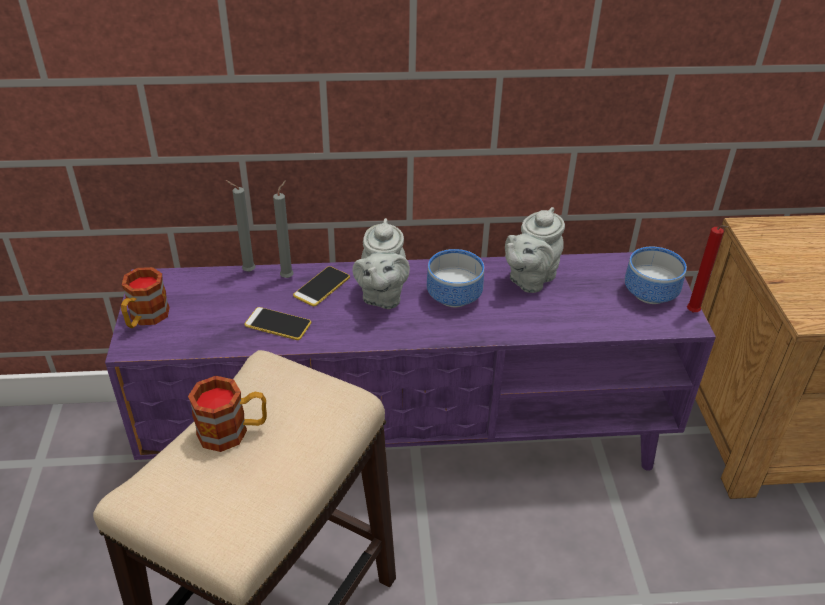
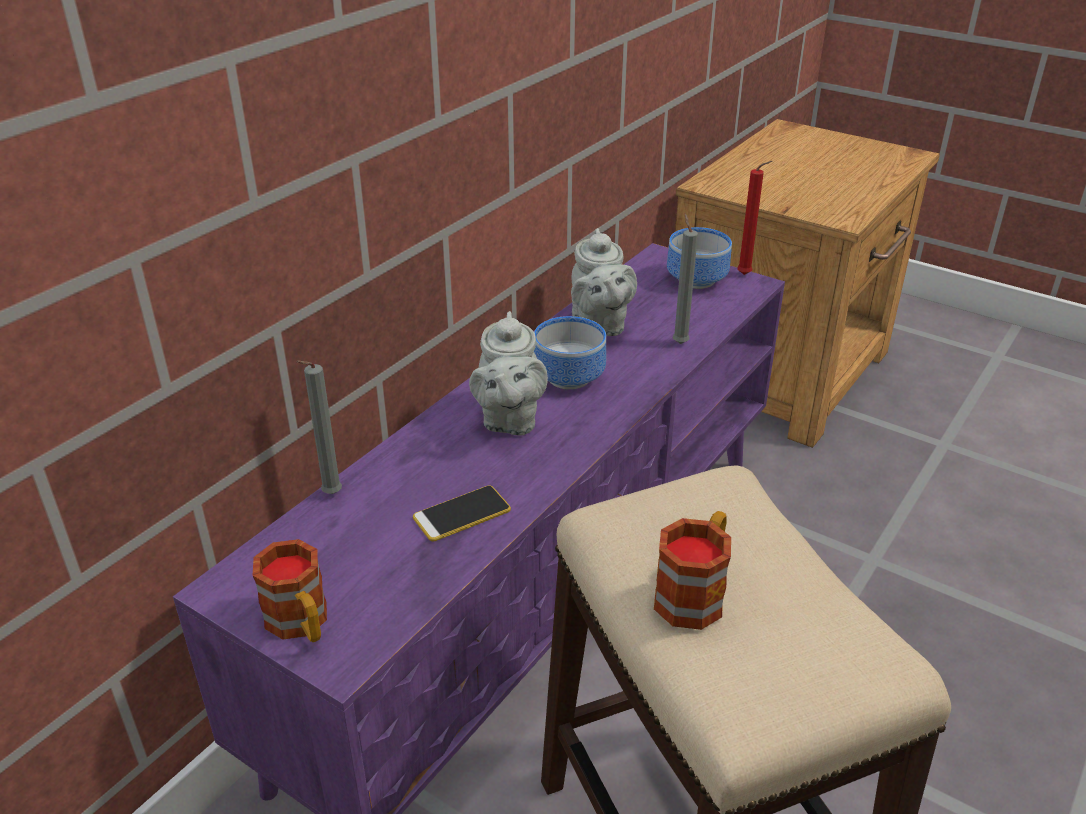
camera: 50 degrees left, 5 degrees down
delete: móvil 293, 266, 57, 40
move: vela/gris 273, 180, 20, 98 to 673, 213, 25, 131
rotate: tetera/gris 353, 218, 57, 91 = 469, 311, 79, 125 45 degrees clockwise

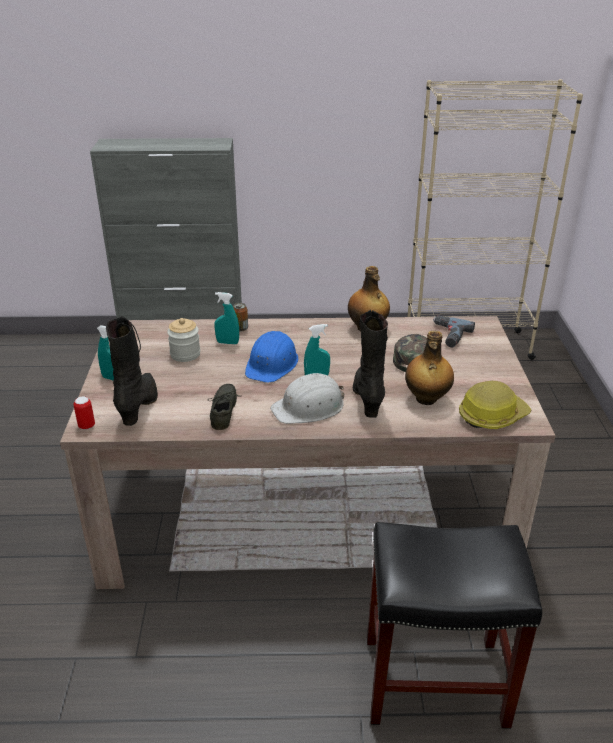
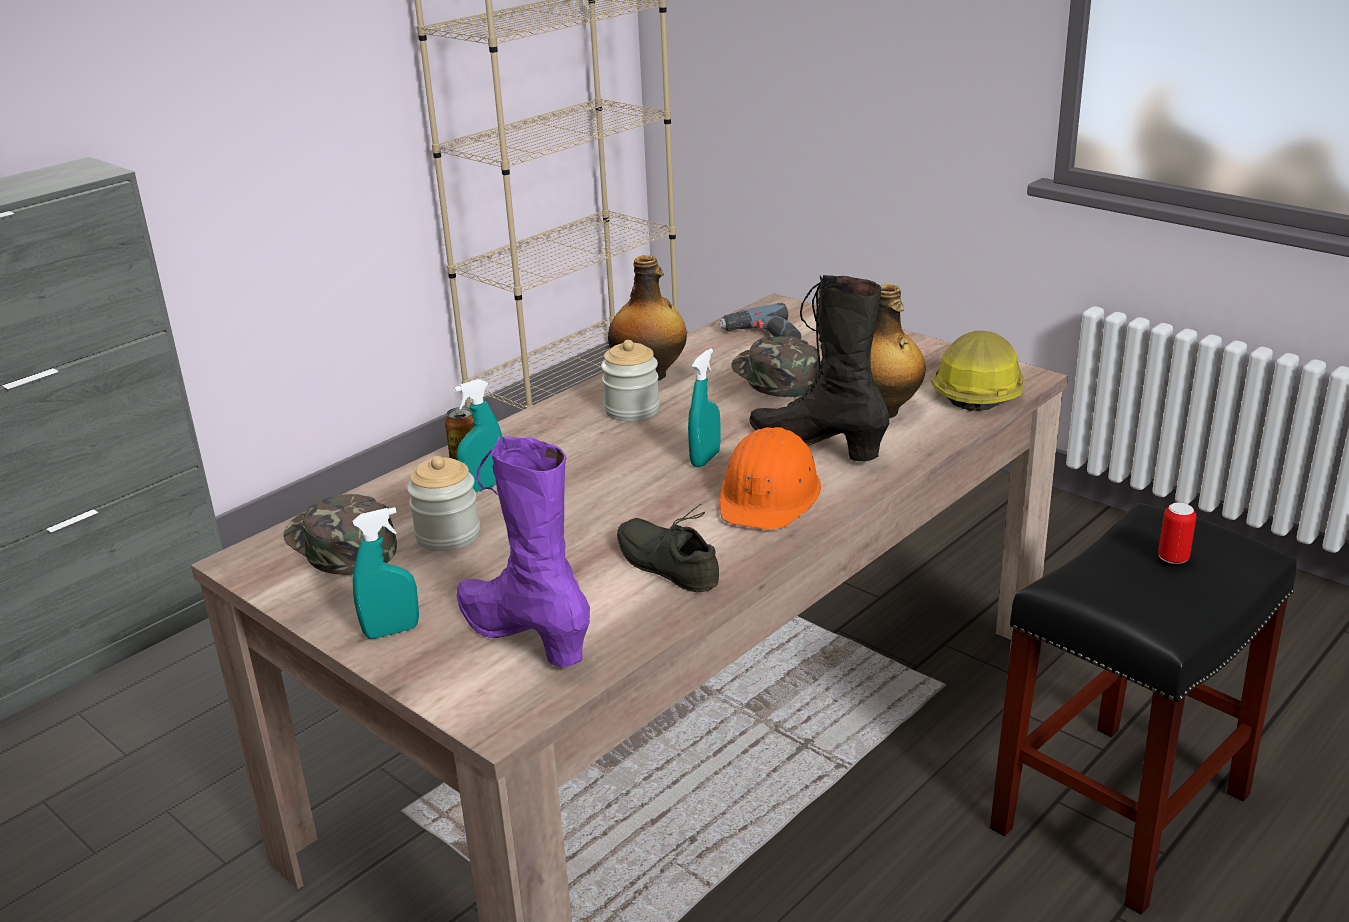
camera: 45 degrees left, 5 degrees down
delete: casco/azul 245, 331, 53, 52
insert: gorra/verde 283, 494, 114, 81; tarro 601, 340, 59, 81
move: lata 74, 397, 21, 33 to 1158, 503, 38, 61
recolor: bota/negro 106, 316, 52, 110 to bota/morado 456, 436, 134, 231; casco/blanco 271, 373, 73, 51 to casco/naranja 720, 427, 101, 103

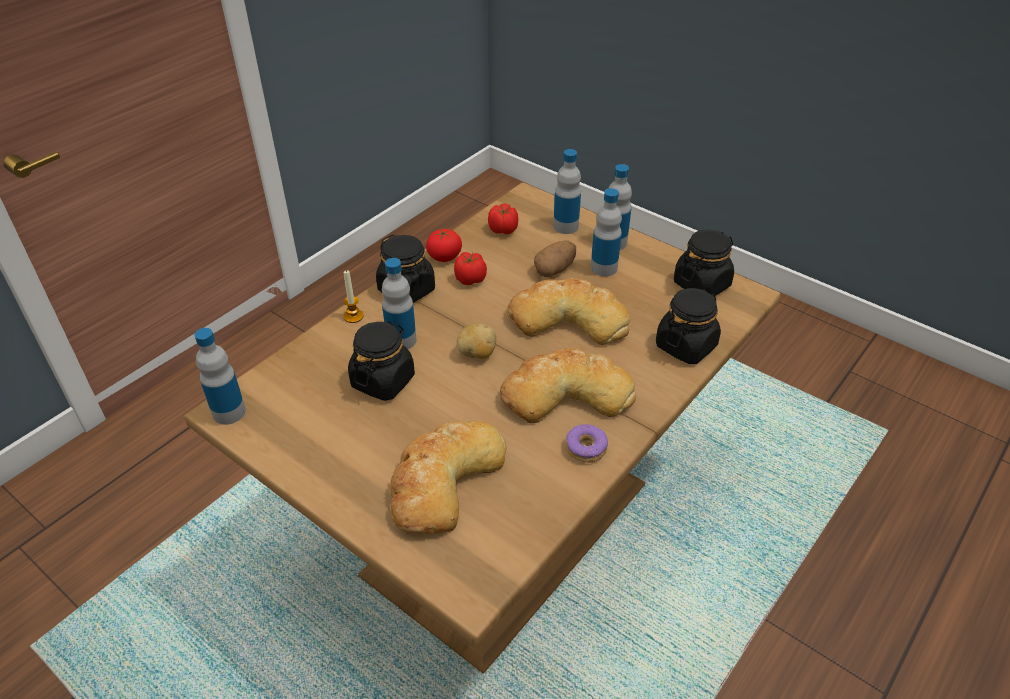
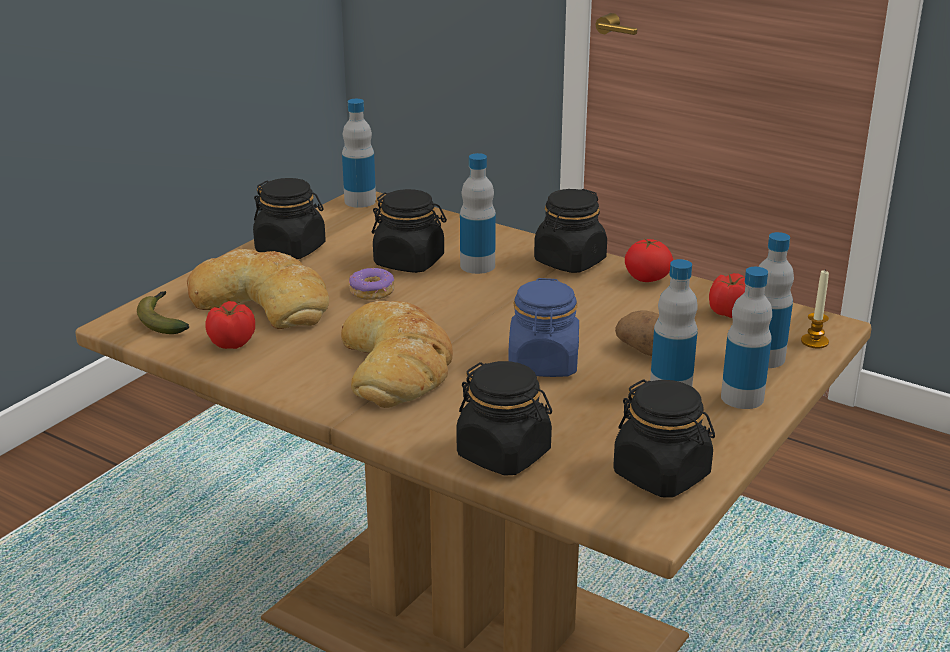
camera: 85 degrees right, 15 degrees down
delete: patata 457, 324, 39, 35
insert: plátano 137, 291, 52, 43; tarro/negro 253, 178, 73, 81
move: vela 344, 271, 20, 52 to 801, 269, 28, 79; tomate 454, 252, 33, 33 to 205, 301, 50, 48; rosquilla 566, 424, 42, 38 to 349, 268, 45, 32
replace: pan 507, 278, 124, 67 to tarro/azul 508, 278, 71, 99

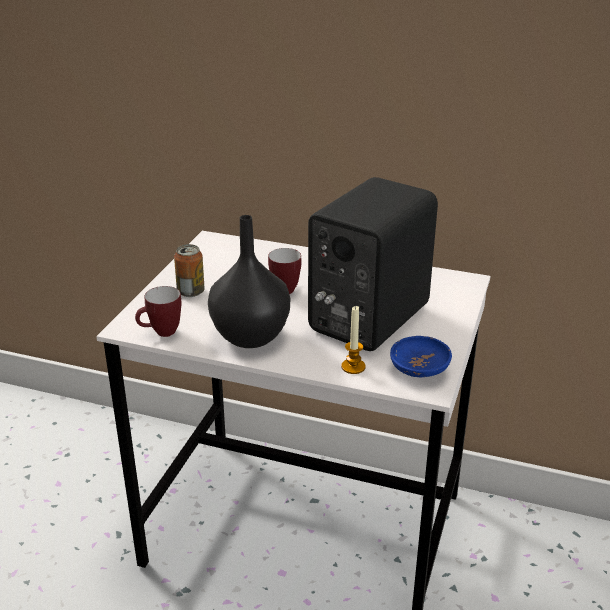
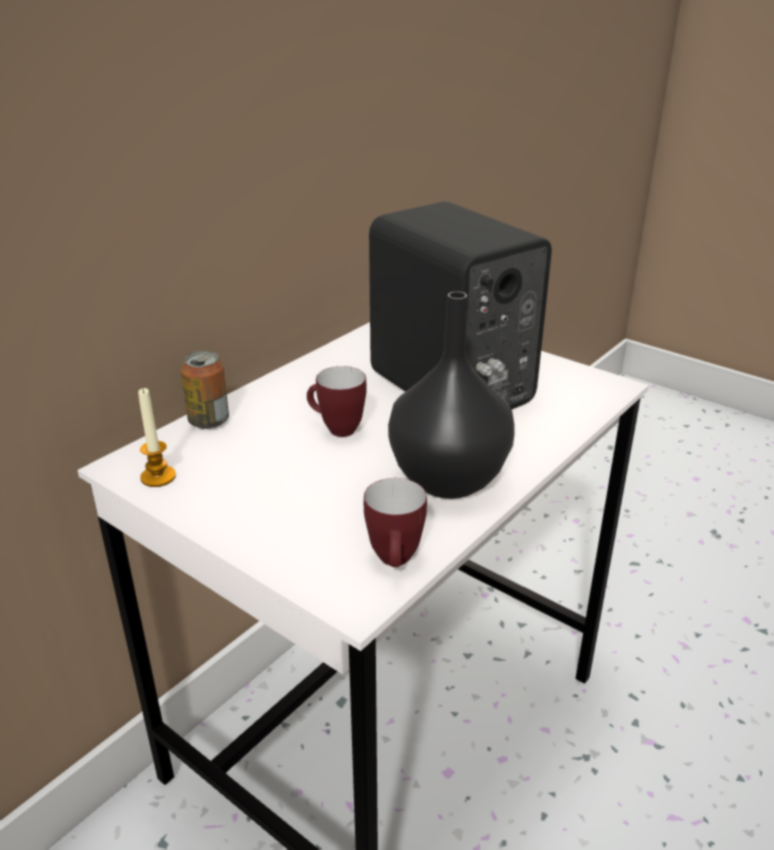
camera: 70 degrees left, 0 degrees up
delete: cuenco/azul 390, 336, 62, 41
move: lata 174, 244, 31, 53 to 181, 351, 48, 78; vela 341, 306, 25, 68 to 138, 388, 38, 99

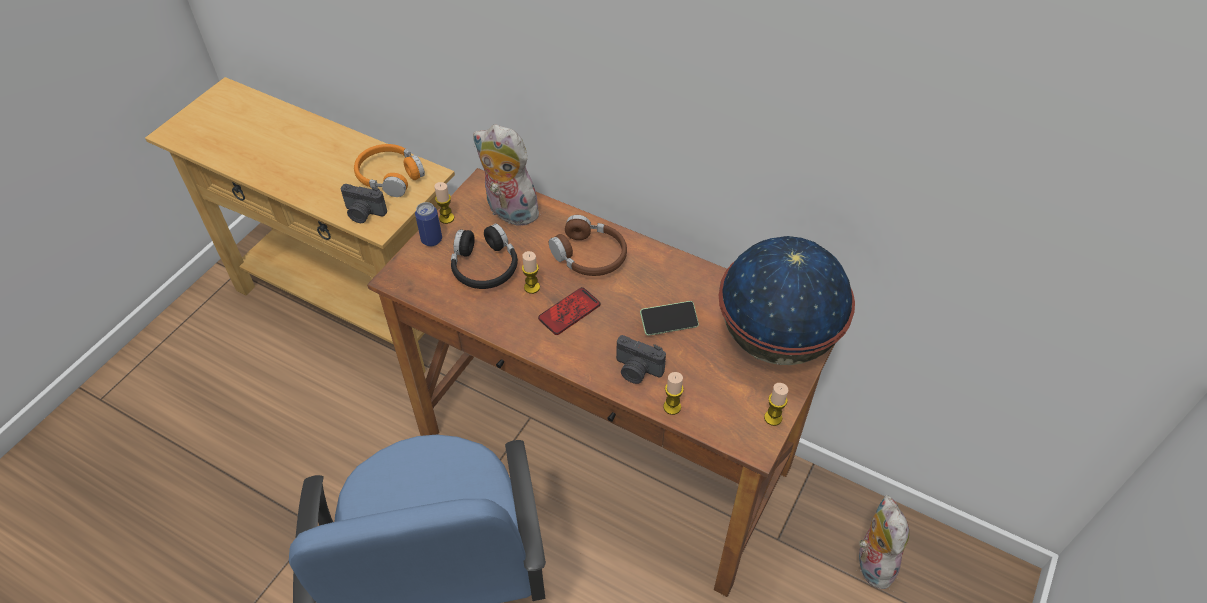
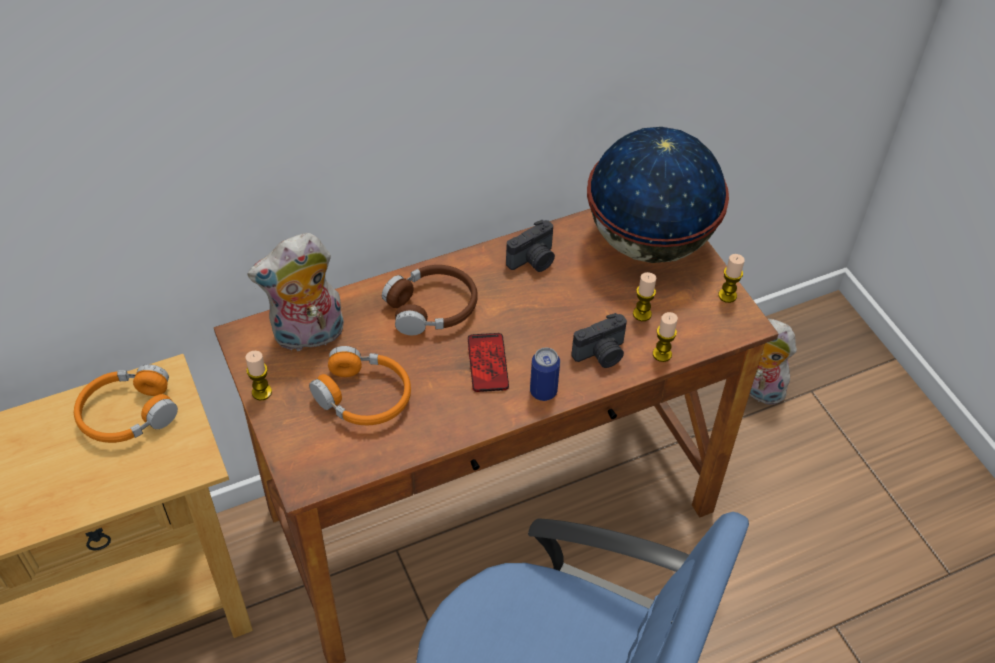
camera: 55 degrees left, 0 degrees up
delete: móvil 640, 301, 59, 35
move: cámara 340, 184, 47, 39 to 506, 220, 49, 52; lata 415, 202, 27, 44 to 530, 347, 30, 54; vela 522, 251, 18, 43 to 633, 272, 23, 49
recolor: auriculares/negro 451, 223, 67, 66 to auriculares/naranja 309, 346, 102, 79

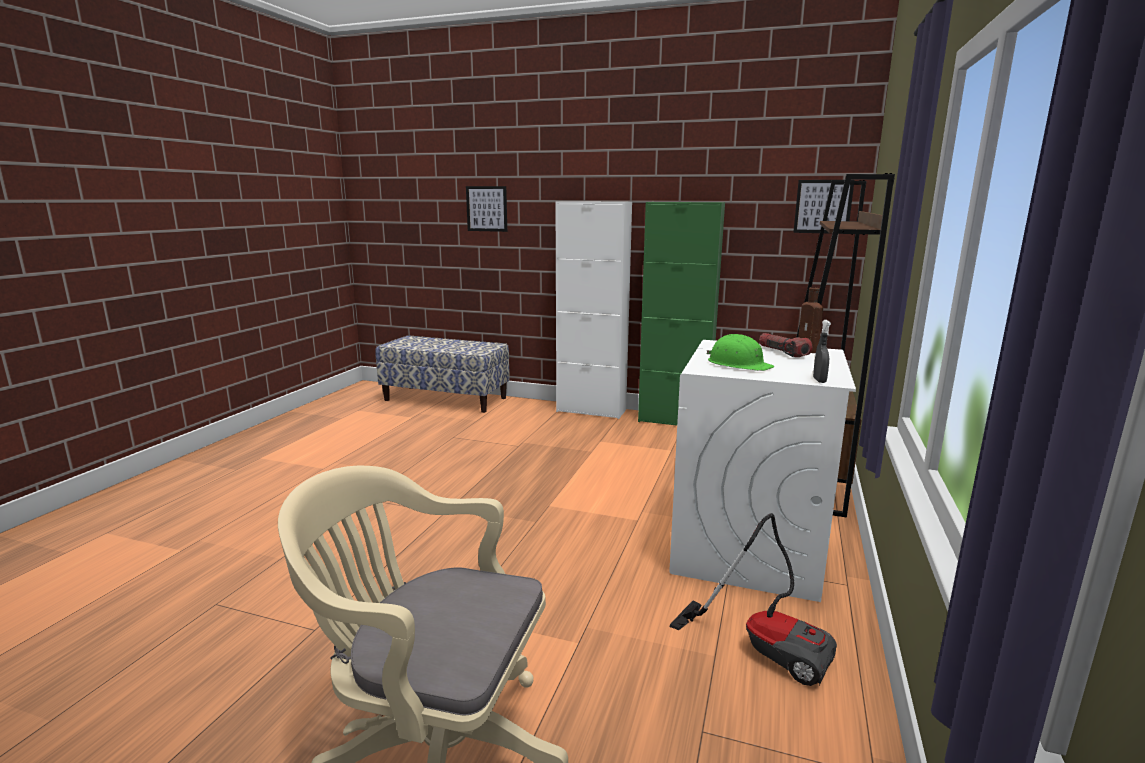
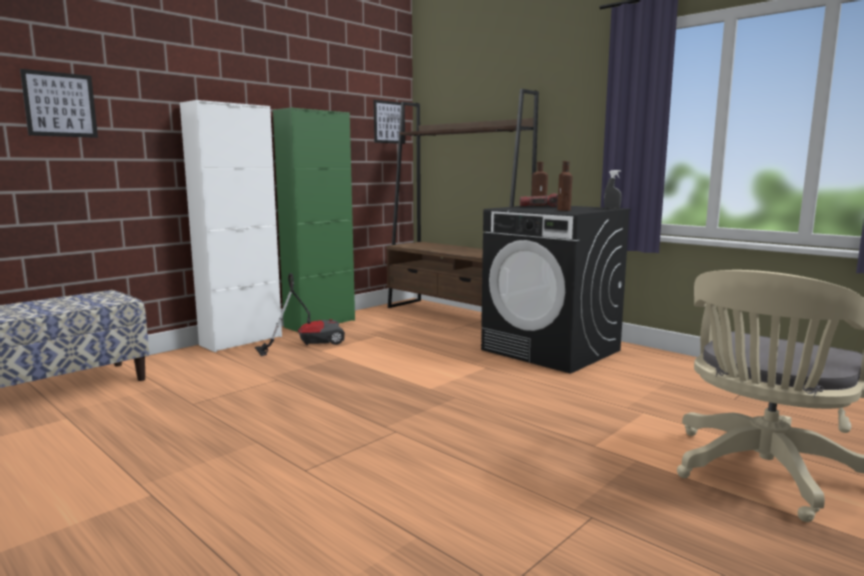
camera: 65 degrees left, 5 degrees down
move: aspiradora 669, 513, 168, 173 to 255, 273, 90, 83
replace: casco/verde 707, 334, 67, 37 to botella/marrón 557, 161, 15, 50
recolor: lavadora/blanco 669, 340, 187, 262 to lavadora/negro 481, 205, 150, 169

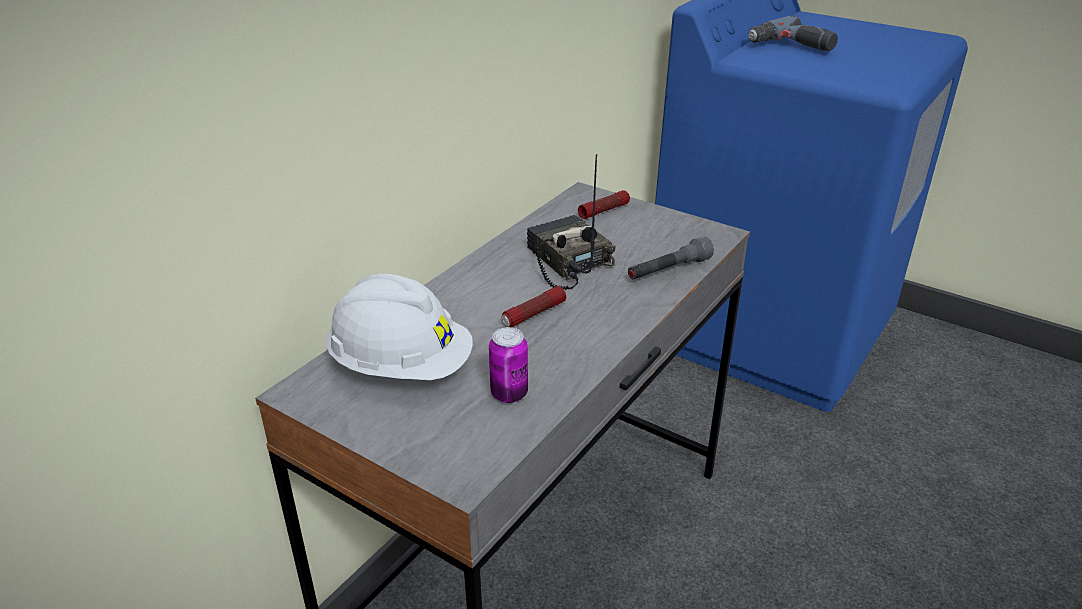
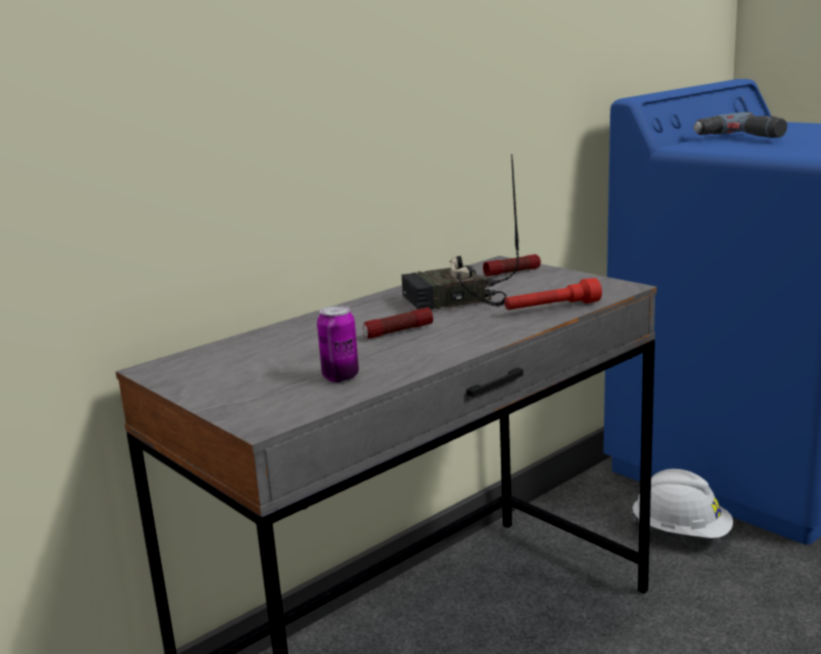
camera: 15 degrees right, 15 degrees down
move: casco/blanco 326, 274, 147, 106 to 631, 469, 102, 69
recolor: linterna/gris 628, 236, 86, 43 to linterna/rojo 504, 278, 98, 32
rotate: radio 527, 154, 88, 136 = 402, 154, 117, 156 90 degrees counterclockwise

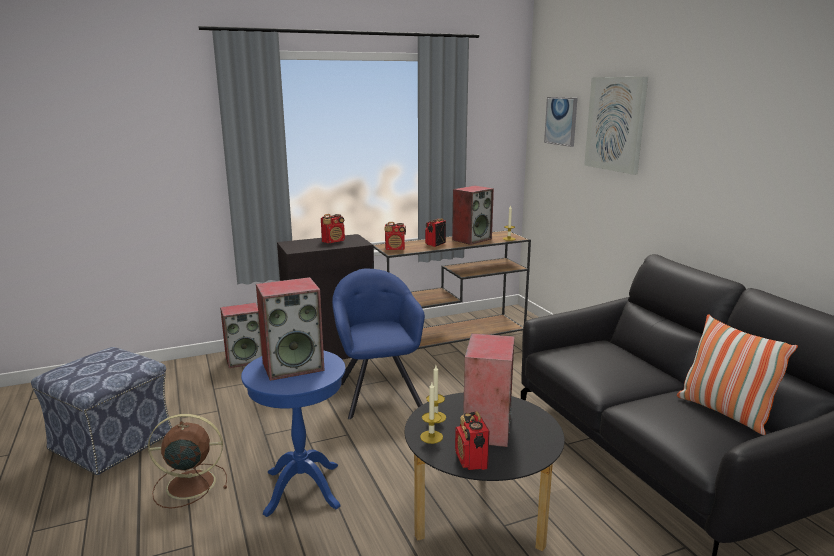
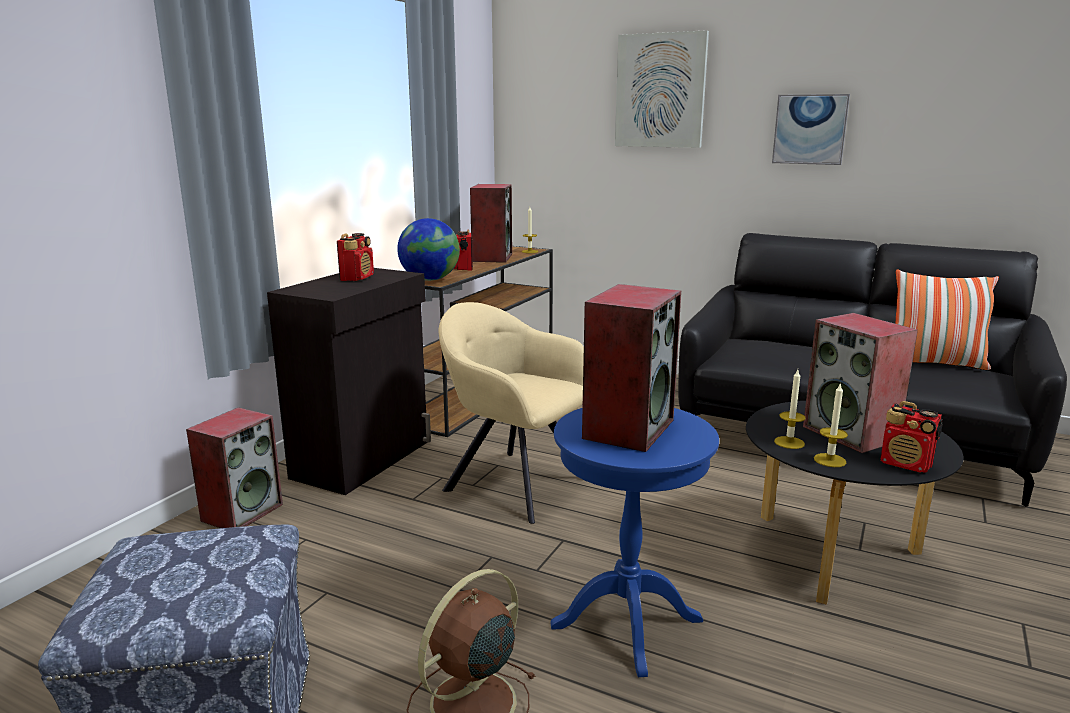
camera: 40 degrees left, 0 degrees up
move: cuadro 544, 97, 34, 50 to 772, 94, 78, 71
replace: radio 384, 222, 22, 28 to globo terráqueo 397, 218, 63, 63
recolor: sillón/azul 332, 268, 93, 151 to sillón/beis 439, 302, 145, 222

